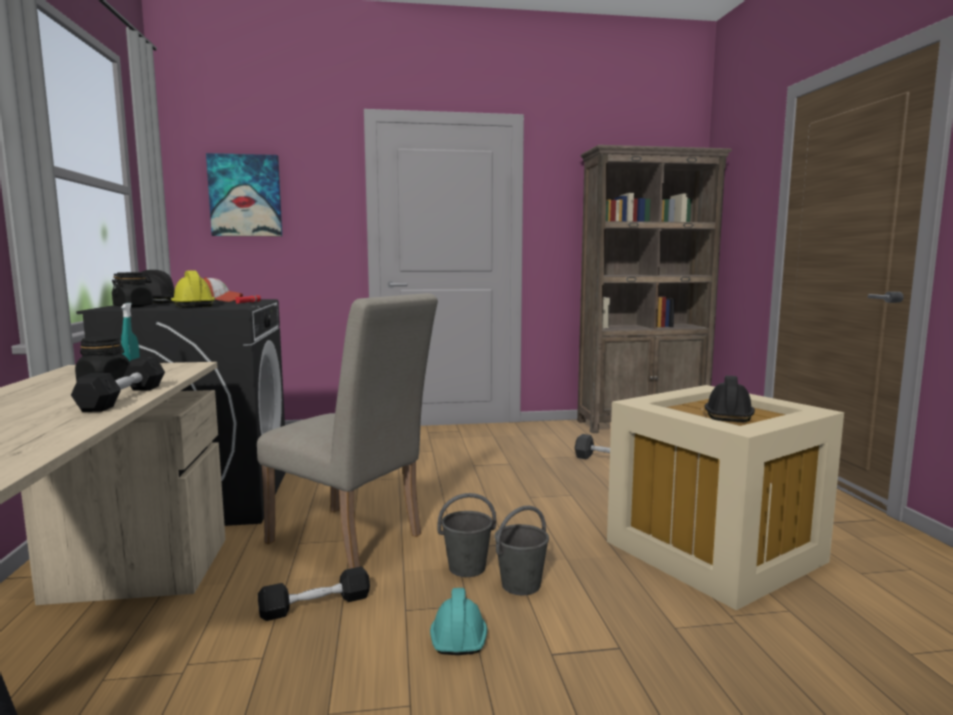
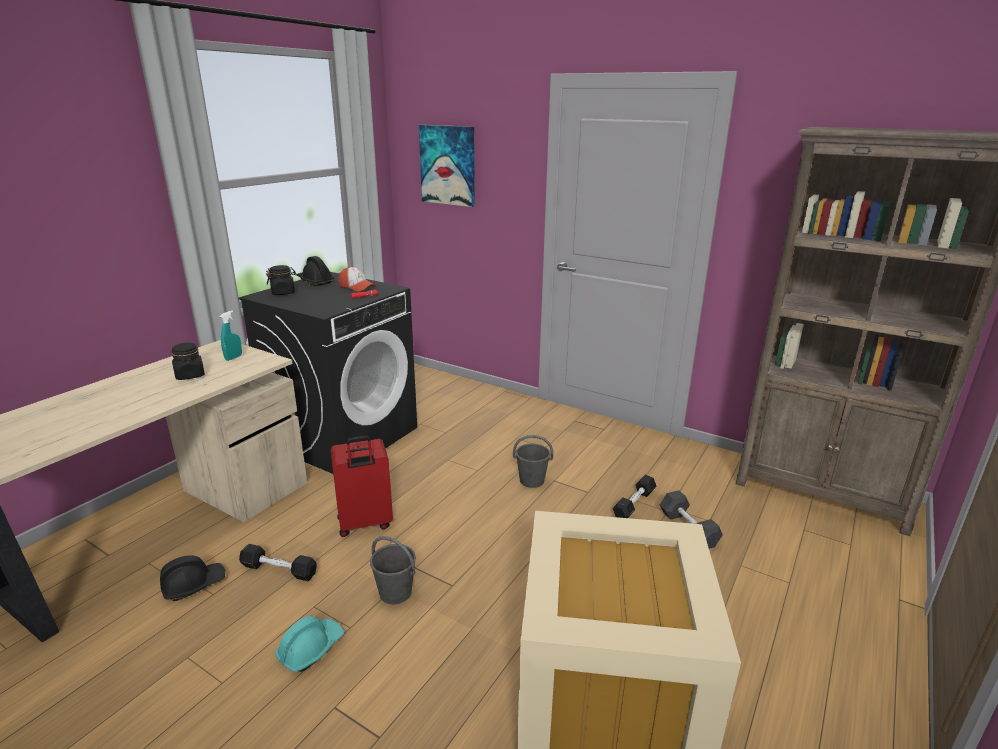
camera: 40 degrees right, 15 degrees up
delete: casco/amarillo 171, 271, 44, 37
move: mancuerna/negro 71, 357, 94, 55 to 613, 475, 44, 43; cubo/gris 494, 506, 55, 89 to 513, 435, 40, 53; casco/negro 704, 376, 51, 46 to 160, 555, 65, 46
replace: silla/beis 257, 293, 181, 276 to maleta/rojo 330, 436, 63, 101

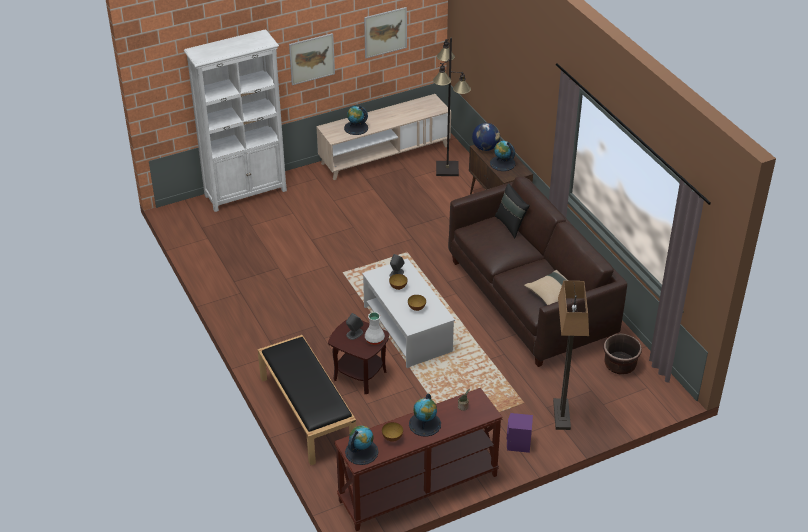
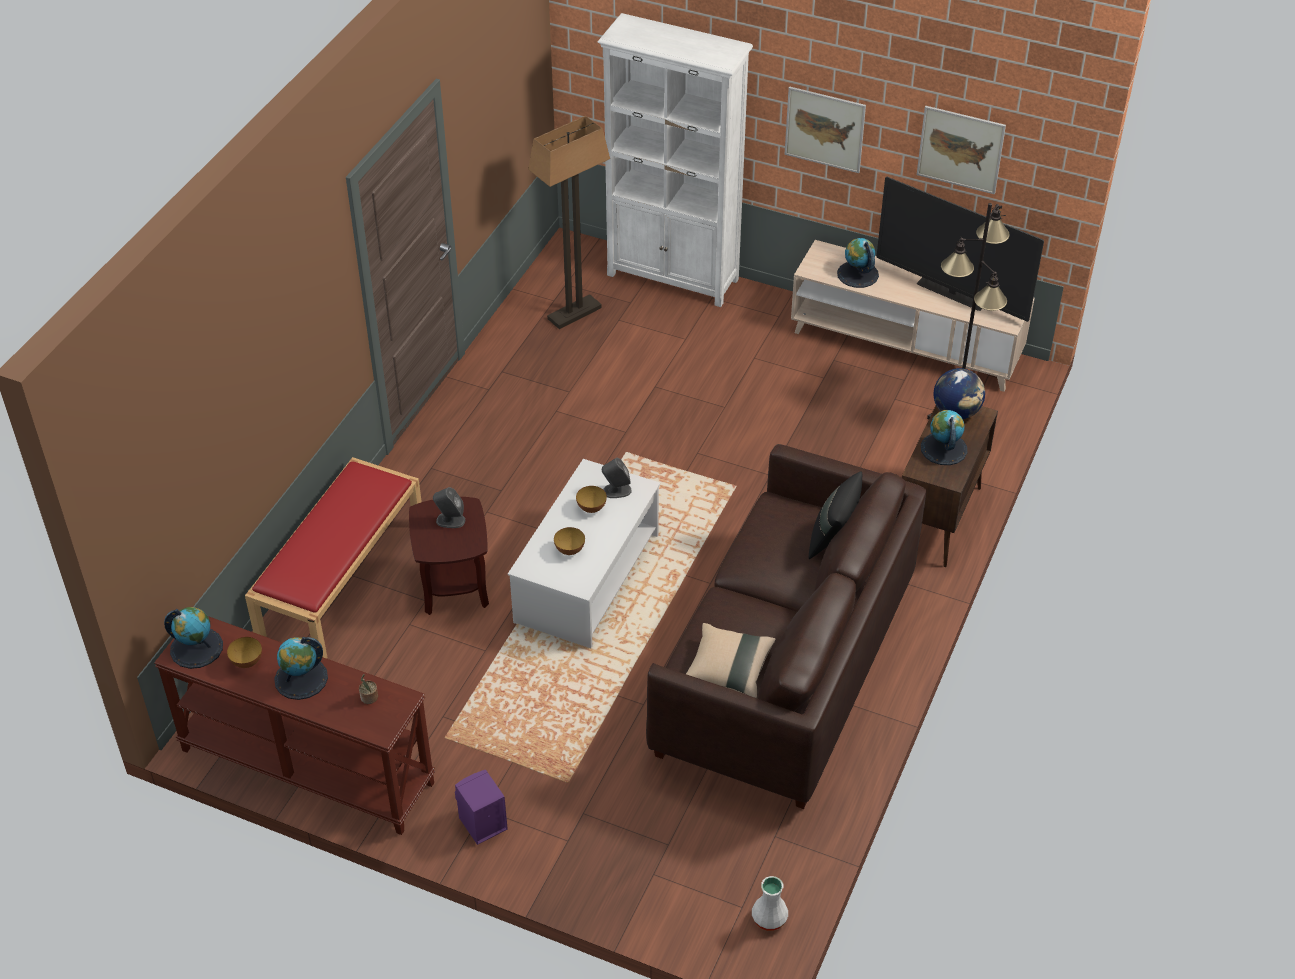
camera: 50 degrees right, 5 degrees up
delete: maceta/marrón 603, 333, 39, 41
insert: televisor 876, 177, 168, 145
move: florero/blanco 365, 312, 20, 33 to 752, 876, 36, 55; lámpara de pie 553, 281, 36, 149 to 528, 116, 82, 213
recolor: banco/negro 258, 335, 98, 130 to banco/rojo 245, 457, 177, 202

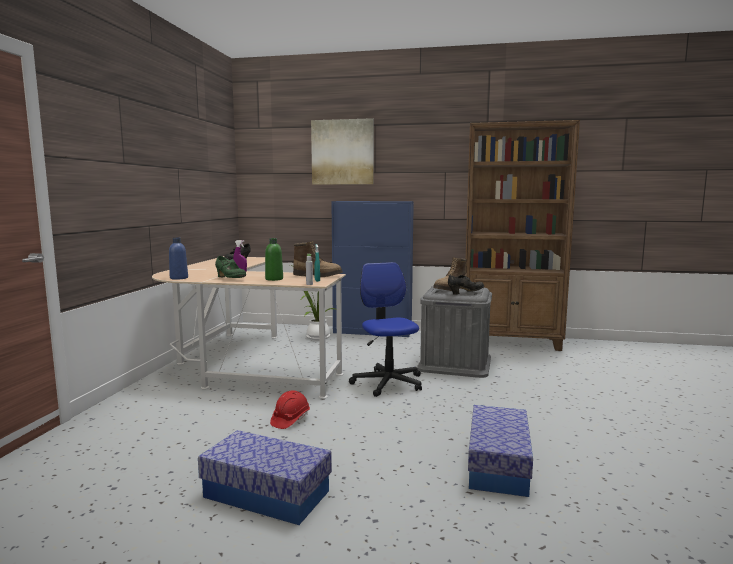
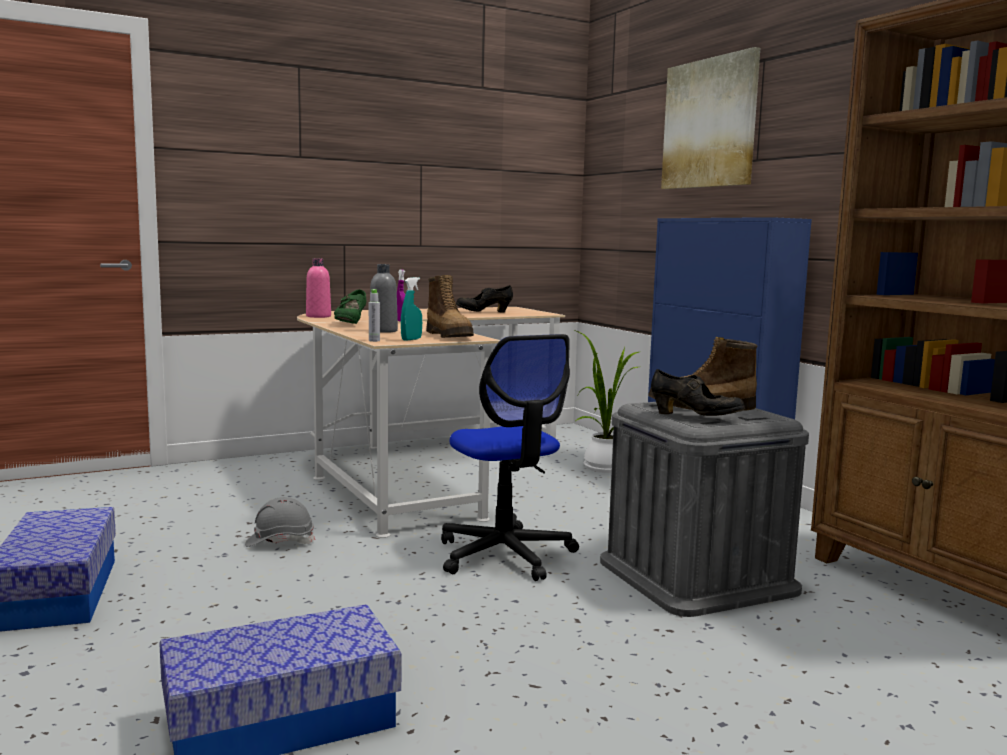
camera: 50 degrees right, 0 degrees up
recolor: botella/azul 169, 237, 19, 43 to botella/rosa 306, 258, 25, 60; botella/verde 265, 238, 18, 43 to botella/gris 370, 264, 28, 69; casco/rojo 270, 390, 40, 39 to casco/gris 245, 497, 70, 50
rotate: silla de oficina 349, 262, 73, 135 = 441, 334, 138, 247 120 degrees clockwise

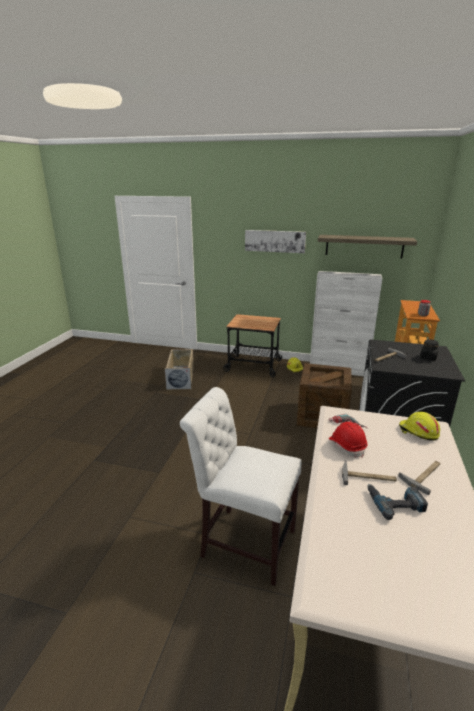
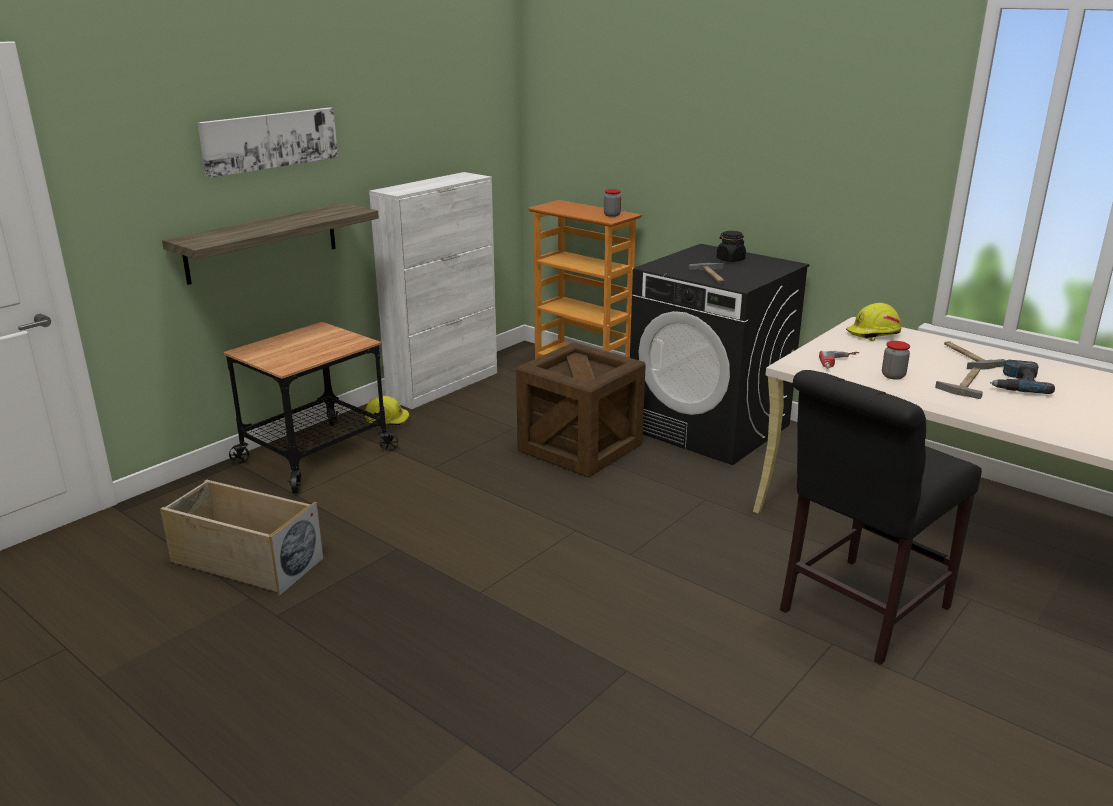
camera: 65 degrees left, 0 degrees up
move: estante 318, 235, 99, 23 to 162, 203, 217, 82
replace: casco/rojo 329, 421, 38, 37 to tarro 882, 341, 28, 39
recolor: silla/blanco 180, 387, 122, 199 to silla/negro 780, 370, 202, 295

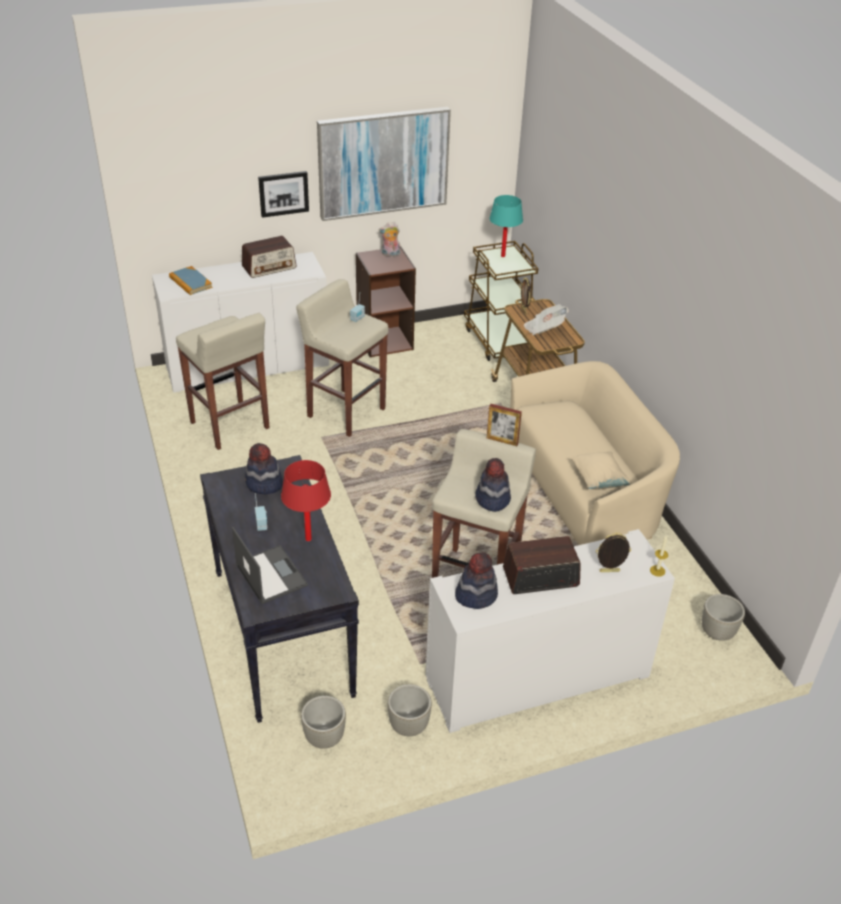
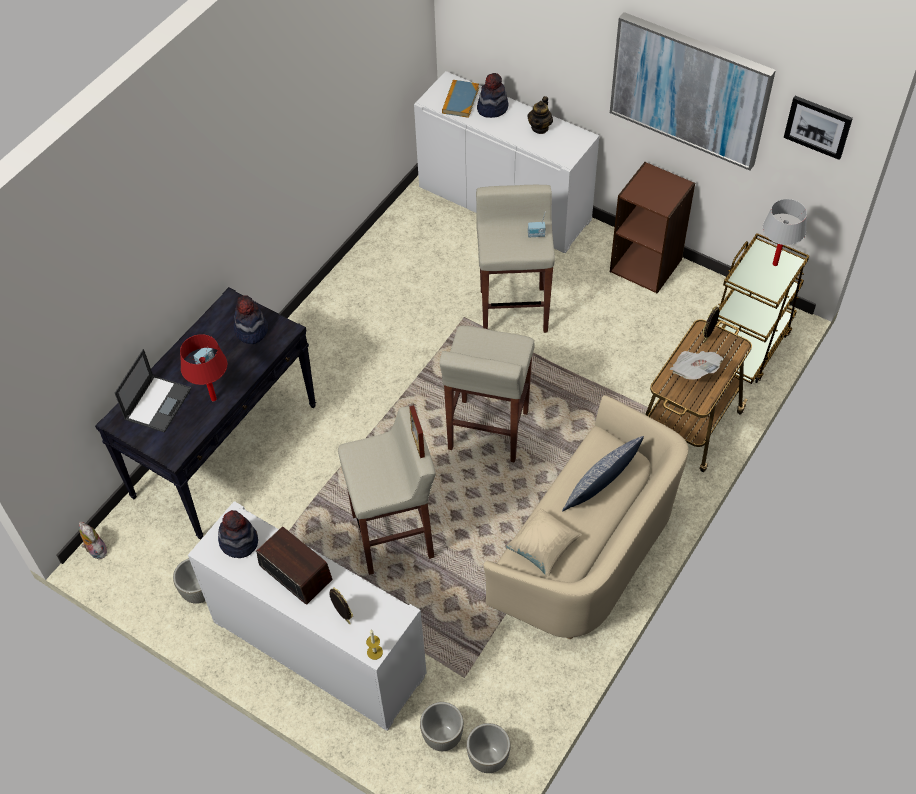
camera: 55 degrees right, 15 degrees up
insert: cojín 562, 436, 82, 75
move: taburete/beis 176, 313, 94, 137 to 439, 325, 95, 138; cuadro 258, 171, 51, 47 to 784, 96, 69, 64; maceta/gris 301, 696, 45, 53 to 420, 702, 44, 49; peluche 379, 222, 21, 35 to 79, 522, 28, 37; sombrero 475, 458, 36, 54 to 477, 73, 32, 45
replace: radio 242, 236, 54, 42 to tetera 527, 96, 26, 38
recolor: lámpara de mesa/turquesa 489, 195, 34, 62 to lámpara de mesa/blanco 763, 199, 44, 67

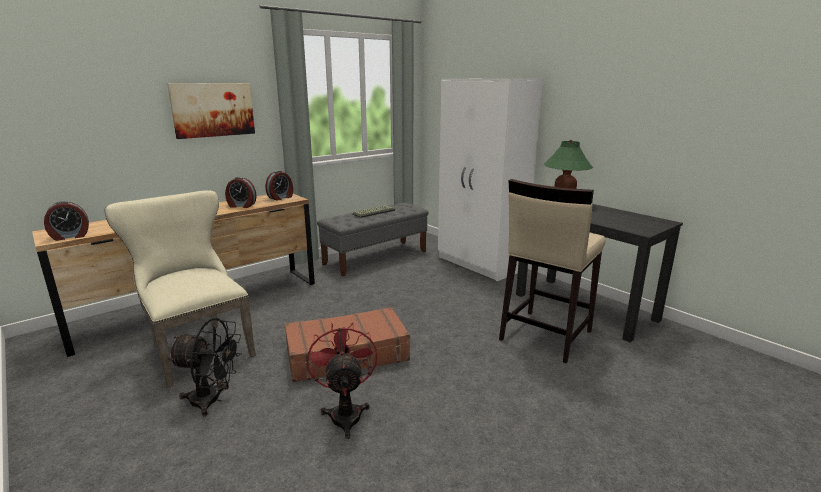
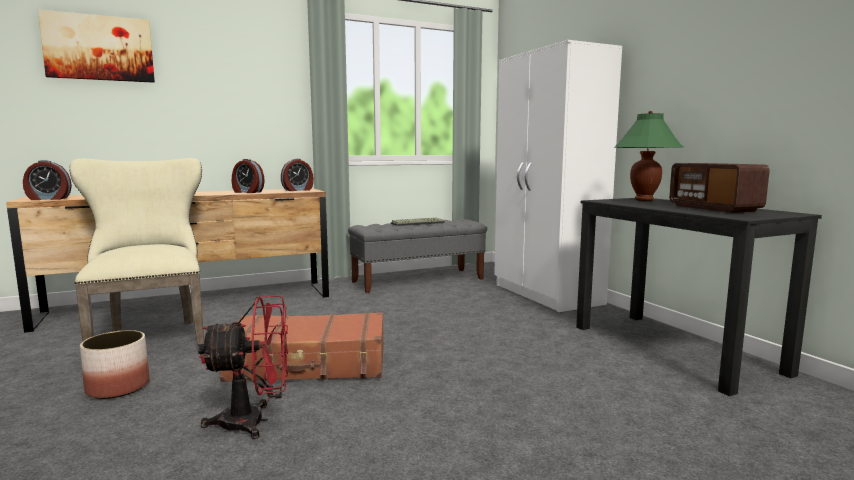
camera: 15 degrees right, 10 degrees down
delete: taburete/beis 499, 179, 107, 184
insert: radio 669, 163, 101, 50
move: cuadro 167, 83, 88, 56 to 38, 9, 117, 74
replace: ventilador/negro 167, 318, 75, 98 to maceta 80, 330, 70, 69
rotate: ventilador/rojo 307, 322, 71, 117 = 198, 296, 91, 143 75 degrees clockwise

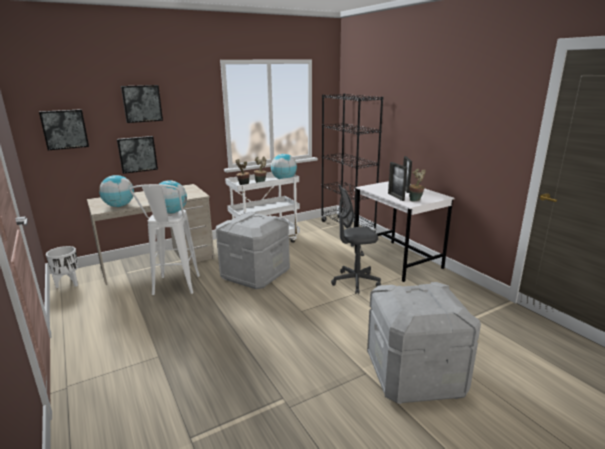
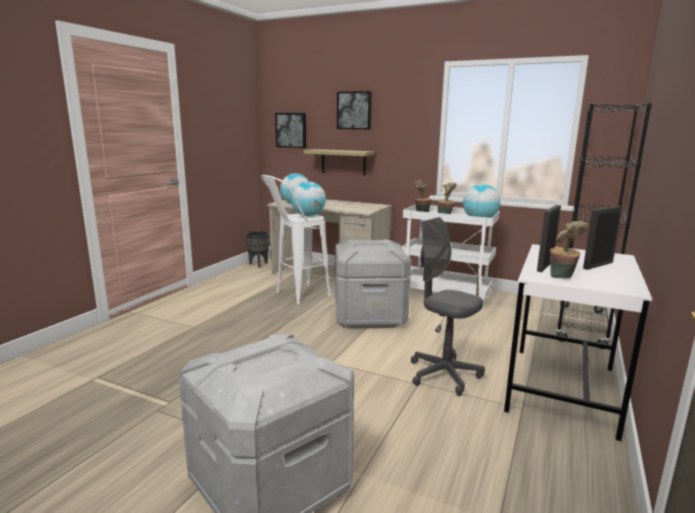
camera: 55 degrees right, 5 degrees down
replace: cuadro 117, 136, 41, 38 to estante 304, 149, 70, 26
recolor: maceta/blanco 46, 246, 33, 42 to maceta/negro 246, 231, 23, 37

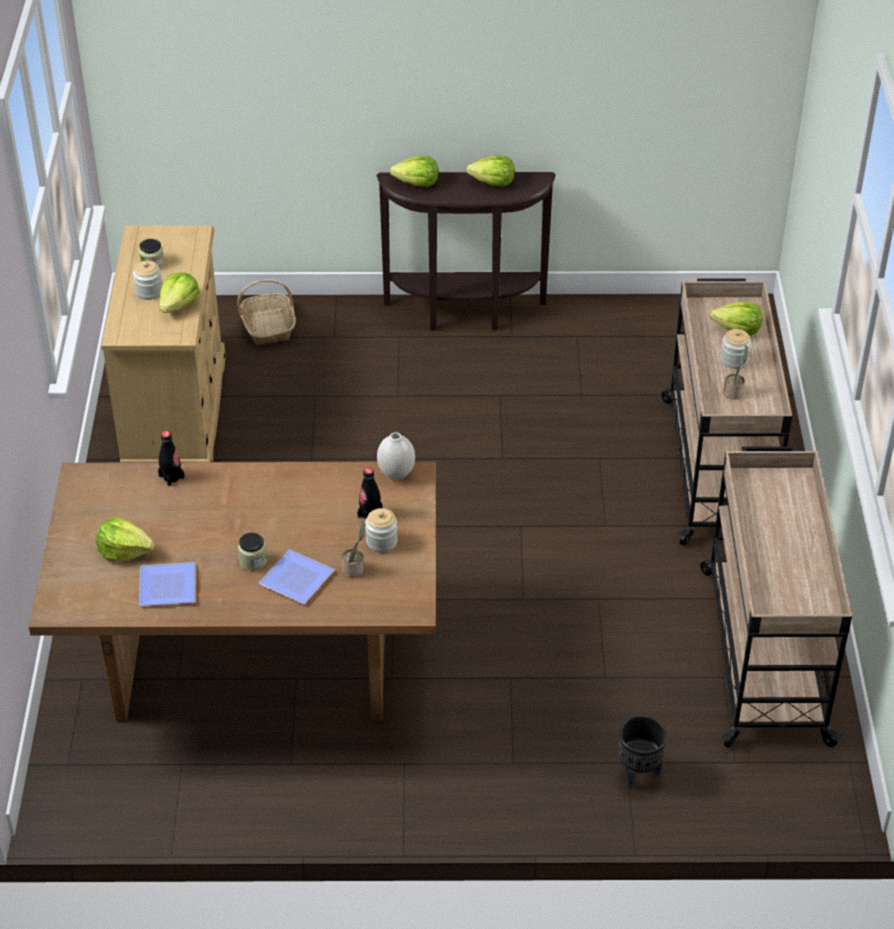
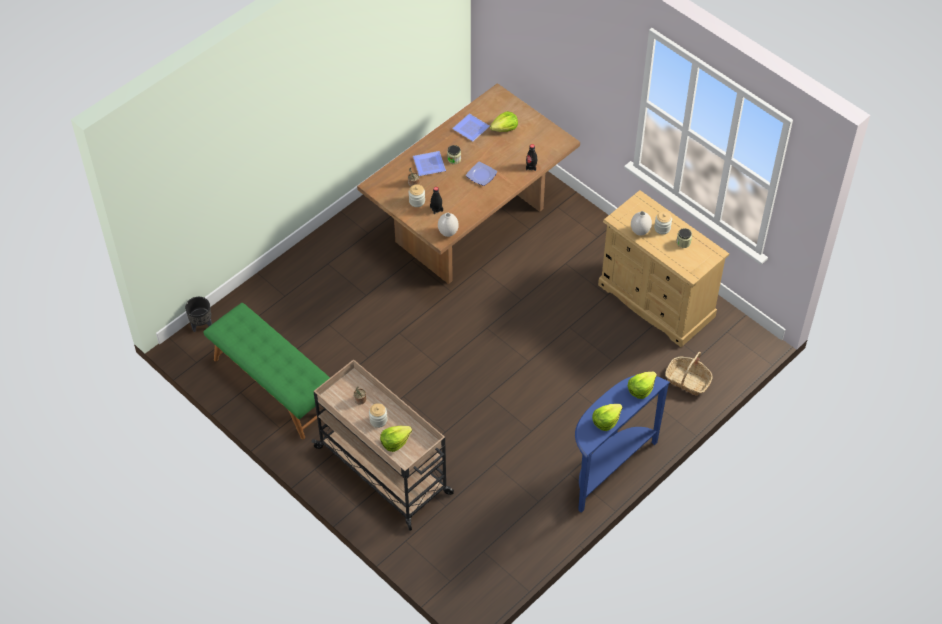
camera: 135 degrees right, 10 degrees up
insert: plato 466, 162, 31, 24
move: maceta/negro 619, 716, 48, 73 to 185, 297, 27, 35
replace: lechuga 160, 272, 40, 41 to florero/blanco 631, 211, 21, 25; carrito/beis 700, 446, 152, 302 to banco/verde 204, 303, 126, 136
recolor: mesa consola/marrón 376, 172, 180, 159 to mesa consola/azul 575, 375, 95, 138

